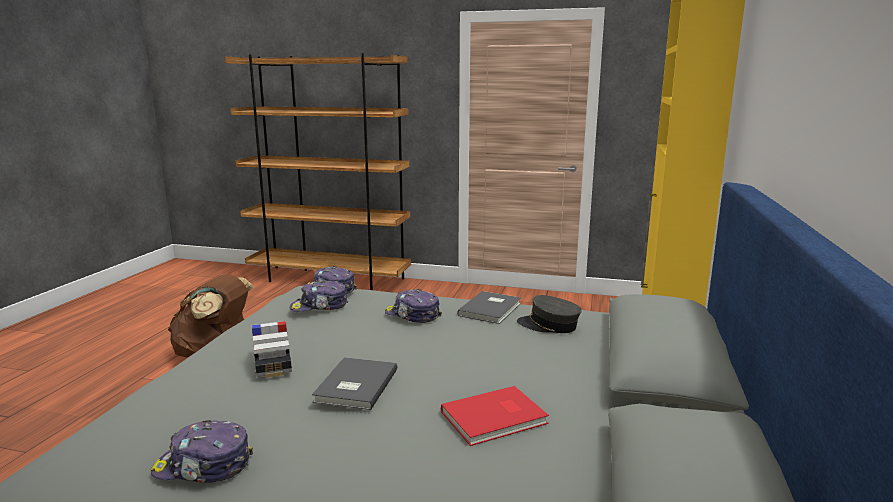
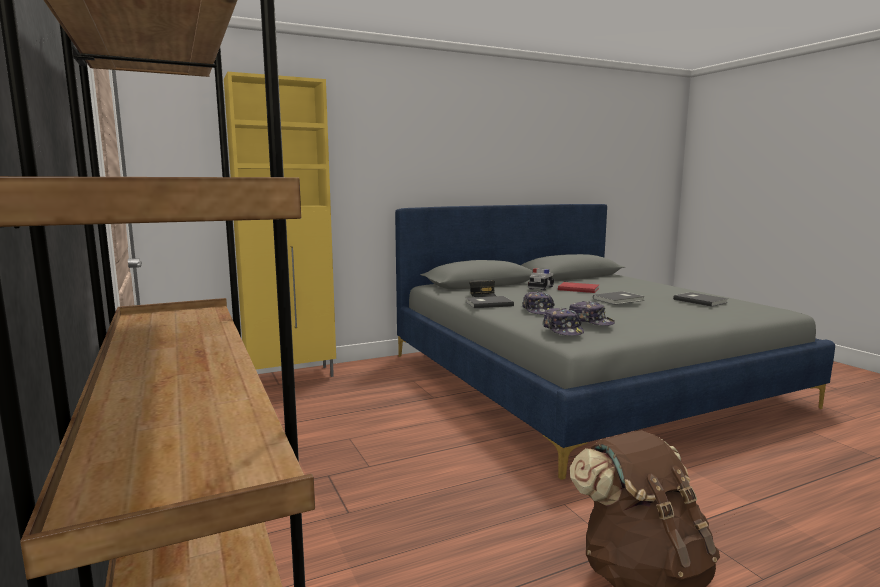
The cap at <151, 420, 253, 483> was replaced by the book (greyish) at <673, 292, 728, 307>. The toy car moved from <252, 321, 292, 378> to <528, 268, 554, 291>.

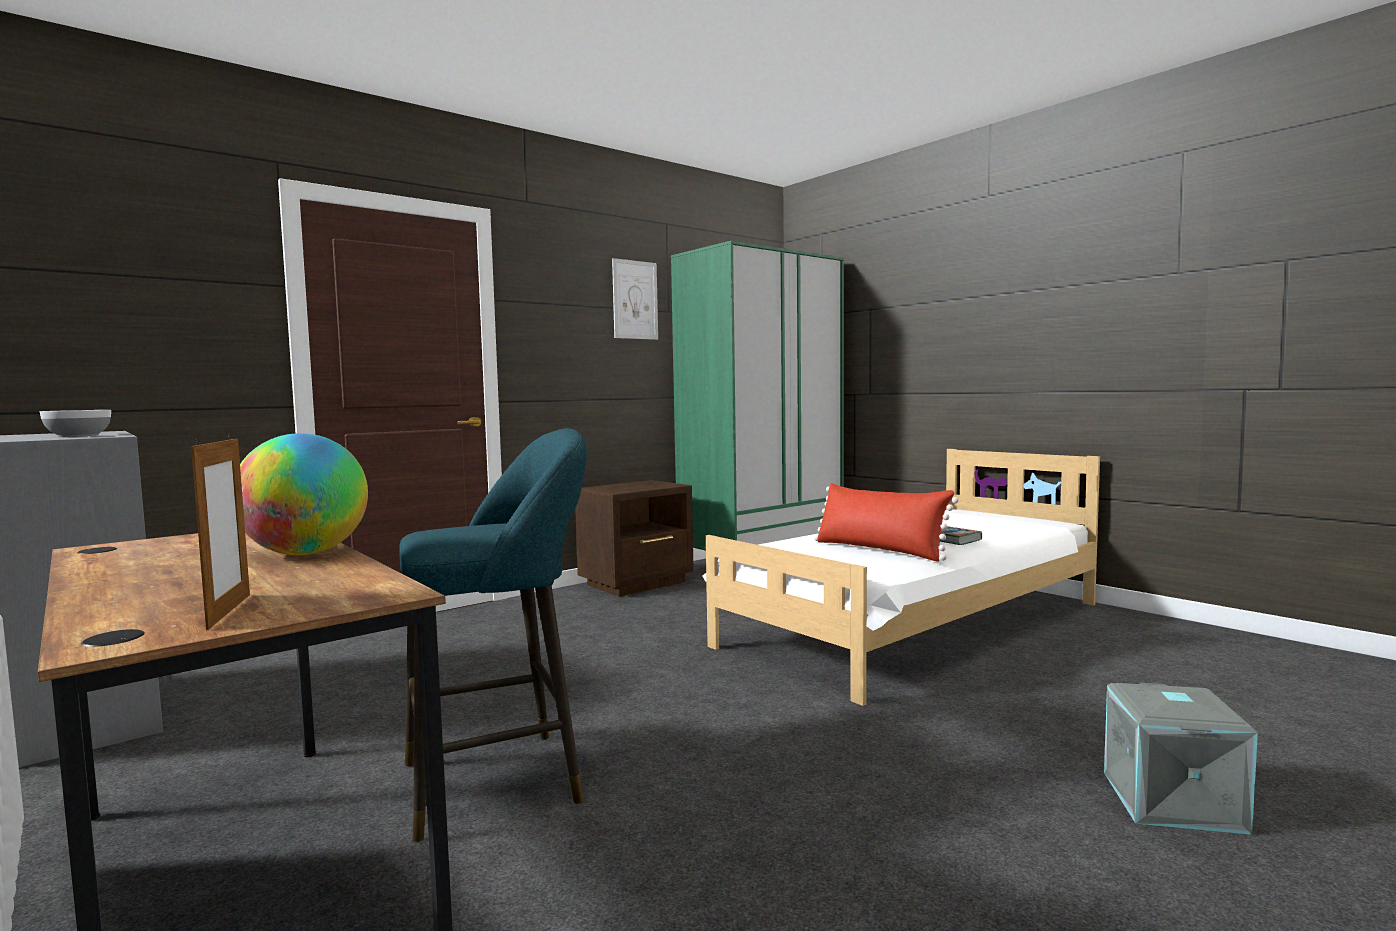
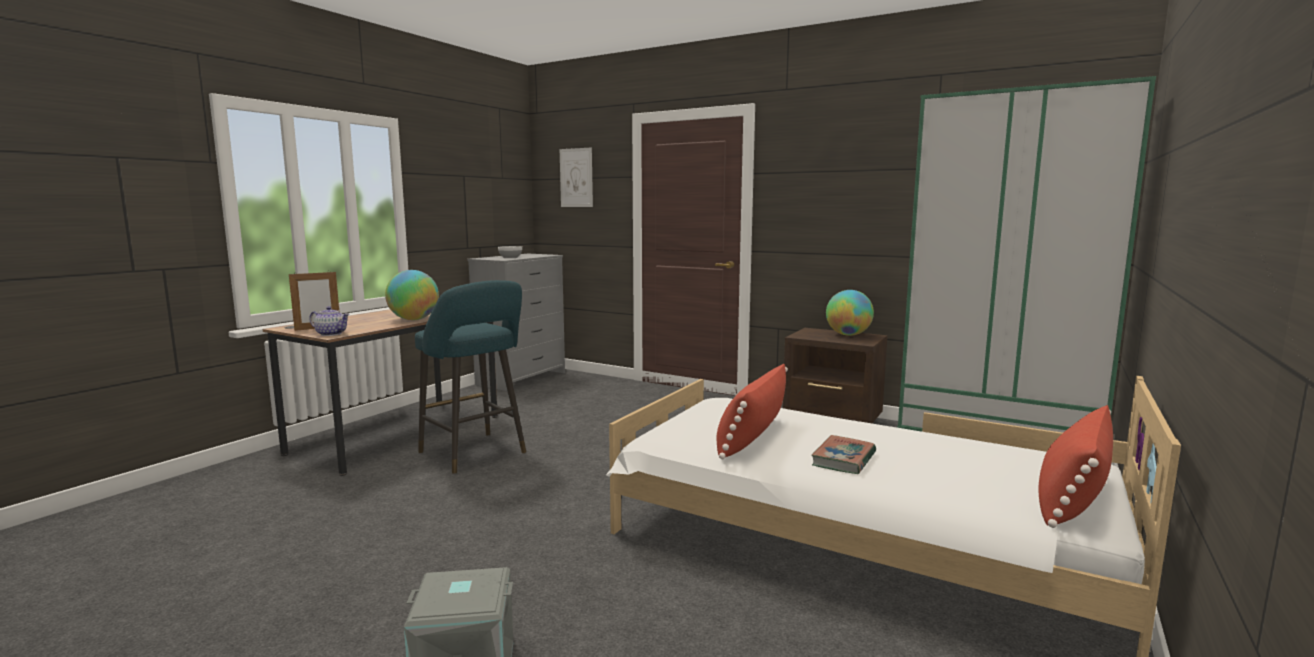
The wall art moved from <612, 258, 658, 340> to <560, 148, 593, 207>. The pot for tea at <309, 306, 350, 336> appeared. The desk globe at <826, 290, 874, 336> appeared. The pillow (red-coloured) at <1039, 405, 1113, 528> appeared.

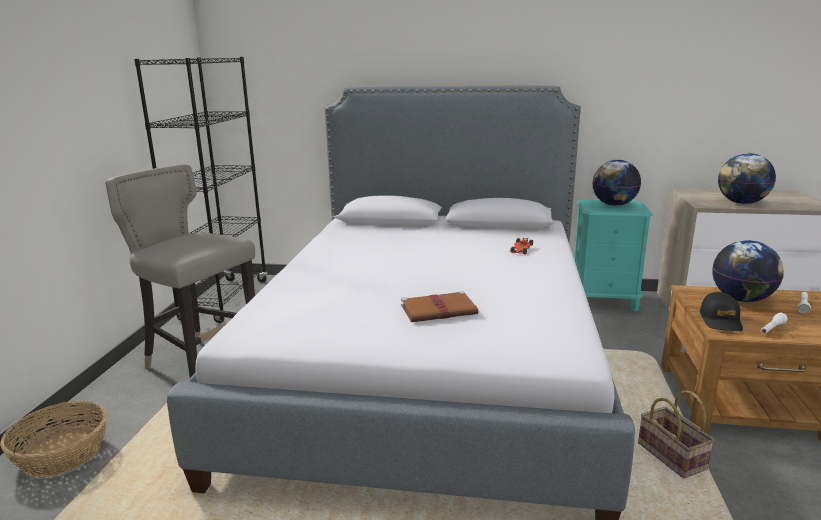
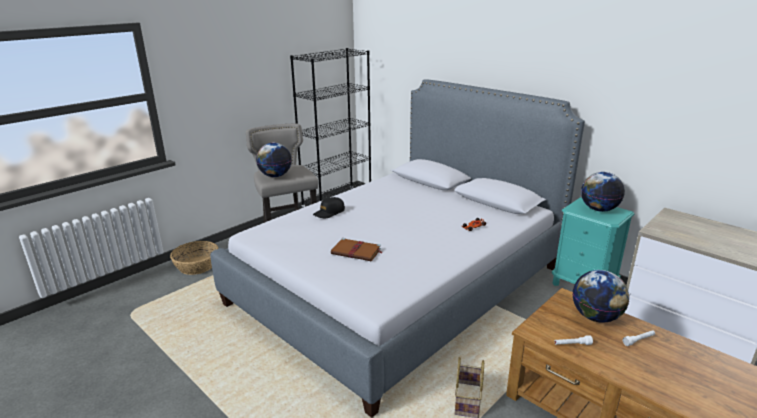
The cap (black-coloured) moved from <700, 292, 743, 331> to <313, 197, 345, 218>. The desk globe moved from <718, 153, 776, 204> to <256, 143, 292, 177>.

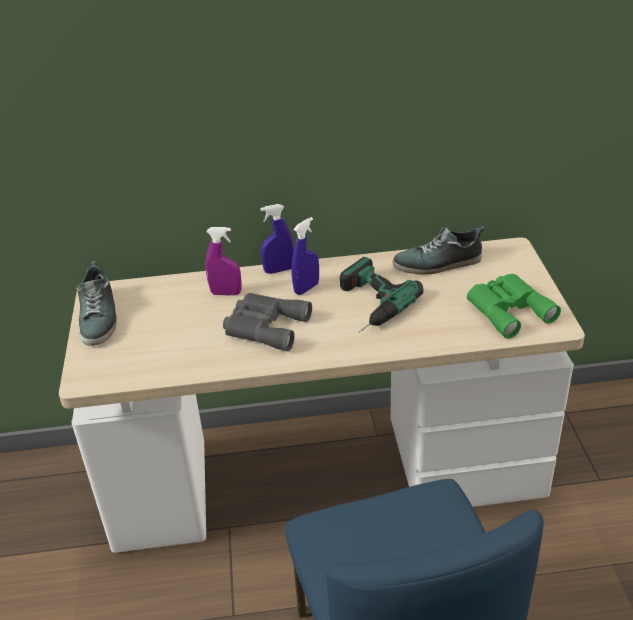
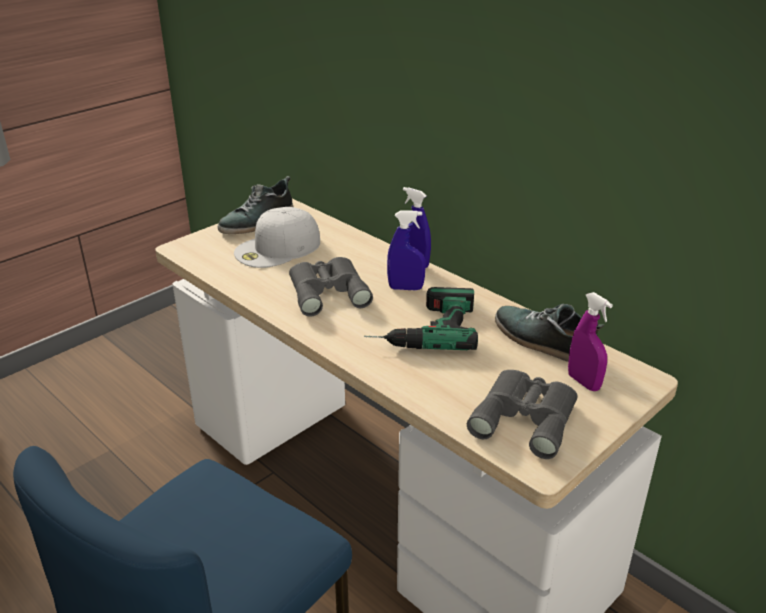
The hand sprayer (purplish) moved from <206, 227, 242, 296> to <568, 292, 613, 391>. The binoculars (greenish) at <467, 274, 561, 339> became the binoculars (greyish) at <467, 370, 578, 459>. The cap (white) at <234, 207, 320, 268> appeared.

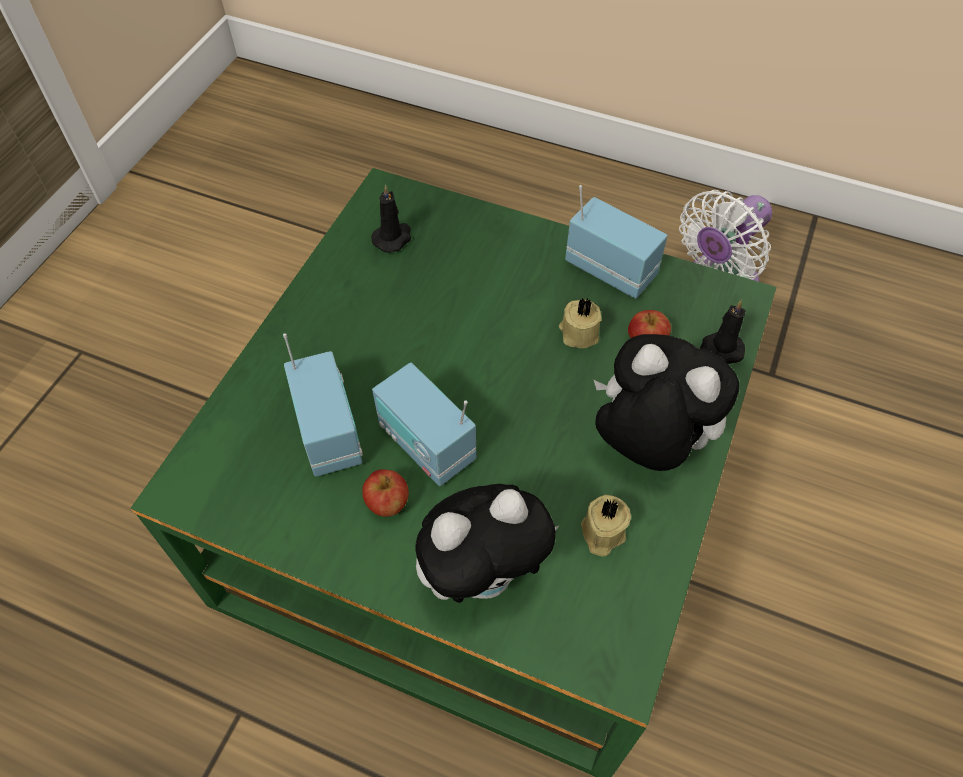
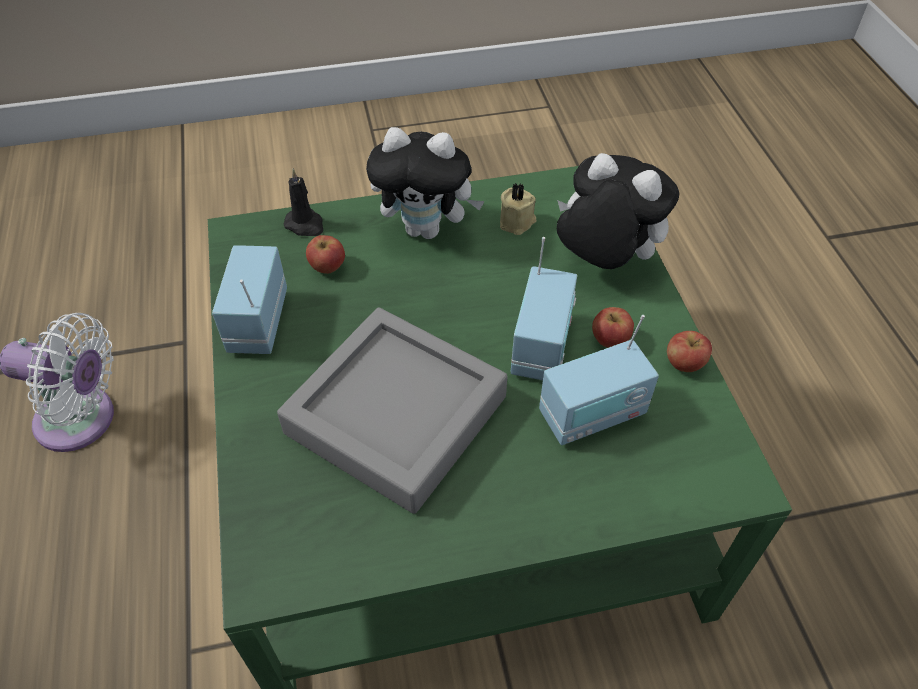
The radio set at <283, 333, 363, 477> turned 150 degrees counterclockwise. The wax candle (black-coloured) at <371, 185, 411, 253> disappeared. The wax candle (sand-coloured) at <559, 298, 602, 348> disappeared. The soft toy at <594, 334, 739, 471> turned 75 degrees counterclockwise. The serving tray (greyish) at <277, 307, 508, 514> appeared. The apple fruit at <667, 331, 712, 372> appeared.

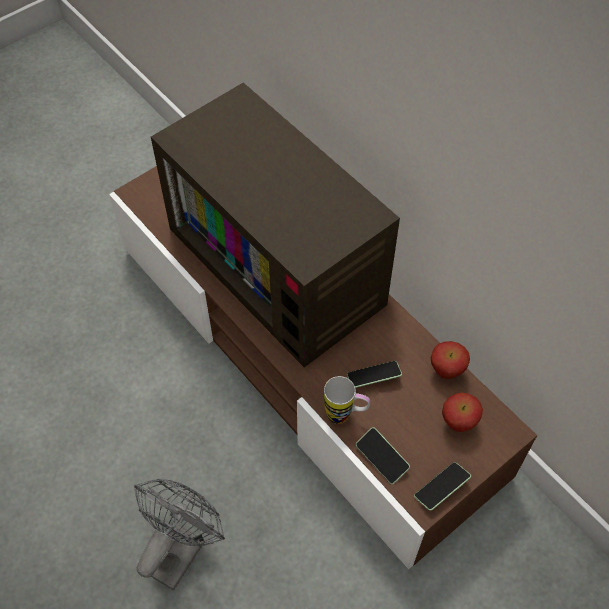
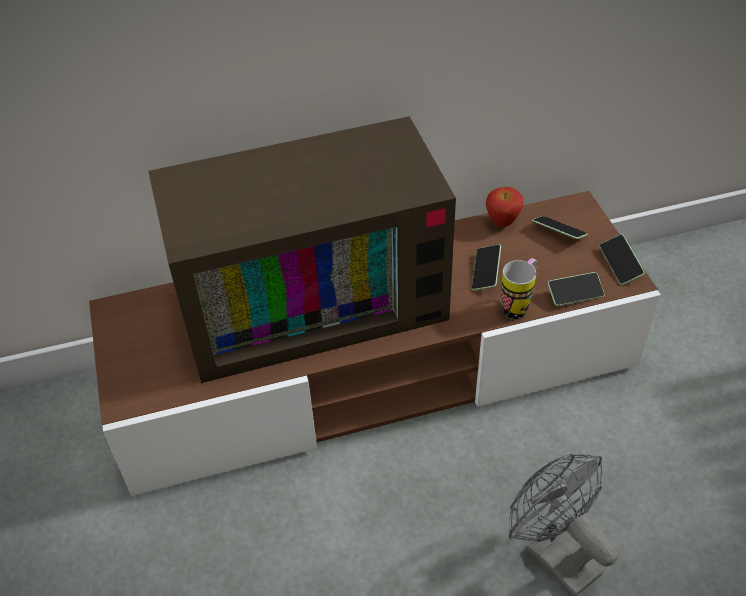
The apple fruit at <442, 392, 483, 432> was replaced by the telephone at <532, 216, 588, 239>.

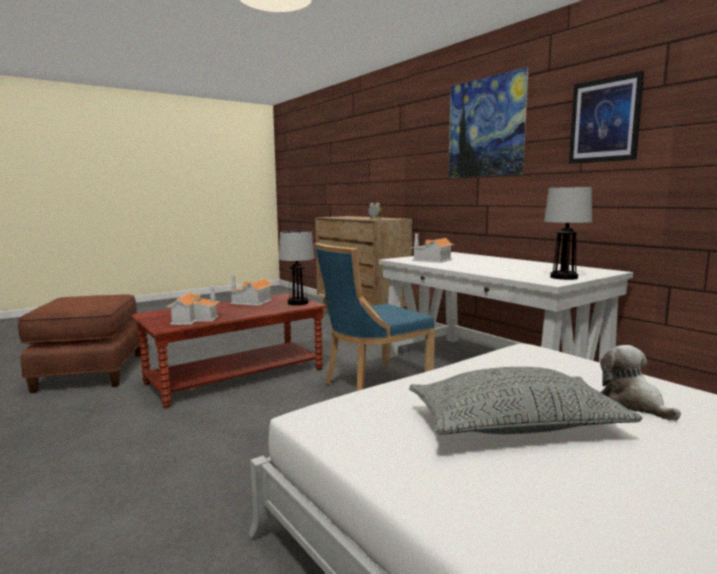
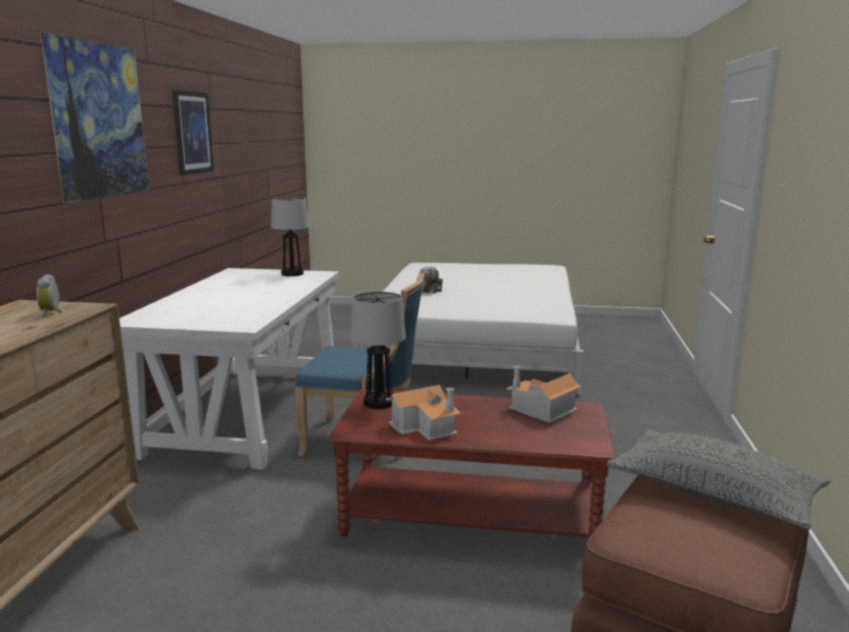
The pillow (greyish) moved from <409, 367, 642, 435> to <607, 429, 831, 529>. The toy house at <410, 233, 454, 263> disappeared.

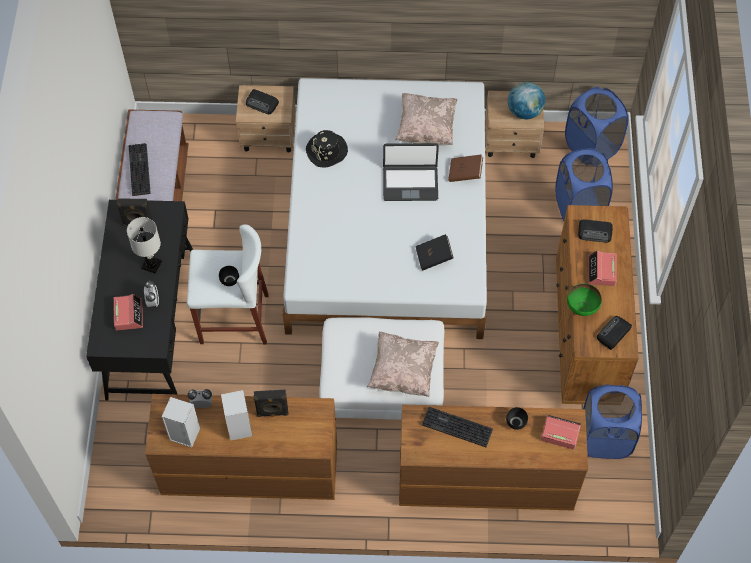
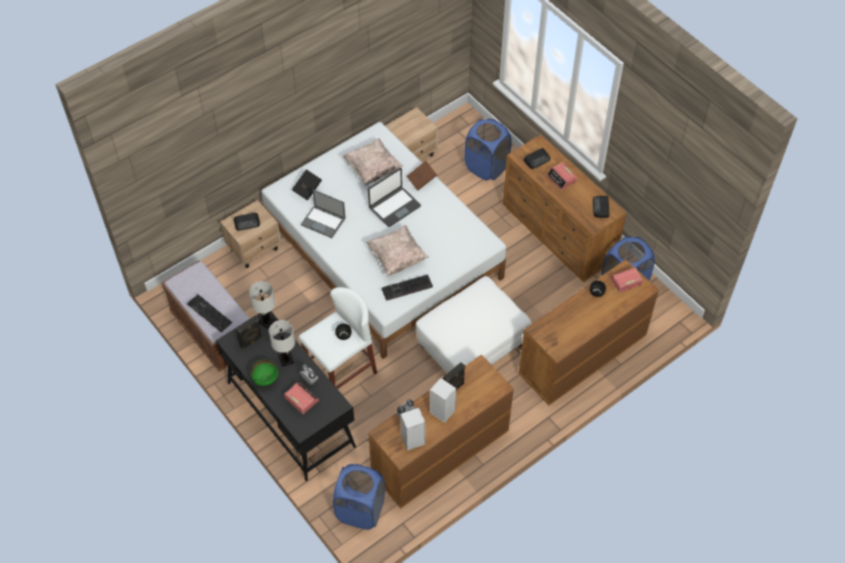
The wearable hat (black-coloured) at <306, 130, 348, 168> was replaced by the notebook computer at <301, 190, 346, 238>. The pillow (sand-coloured) moved from <367, 332, 439, 397> to <366, 225, 429, 277>. The book (black-coloured) moved from <415, 234, 453, 271> to <292, 169, 322, 201>. The computer keyboard moved from <422, 407, 493, 447> to <382, 275, 433, 301>. The desk globe at <508, 82, 545, 119> disappeared. The hamper (blue-coloured) moved from <565, 87, 628, 159> to <333, 464, 385, 530>. The deep dish (greenish) moved from <567, 283, 602, 316> to <250, 359, 278, 386>. The lamp for a table (white) at <249, 281, 275, 329> appeared.

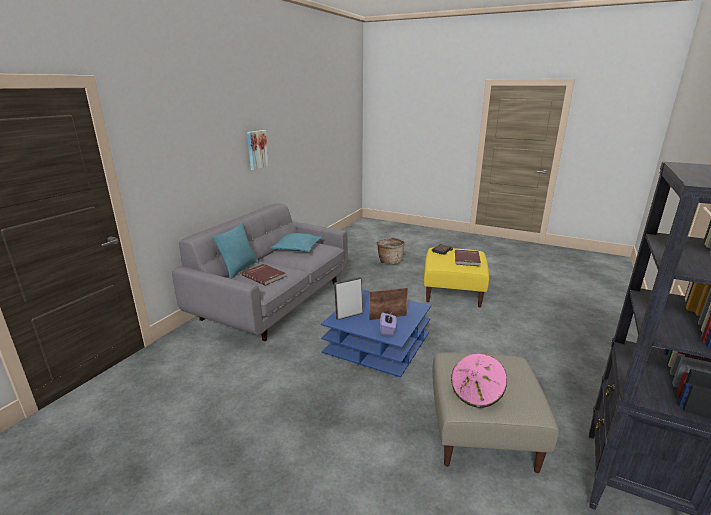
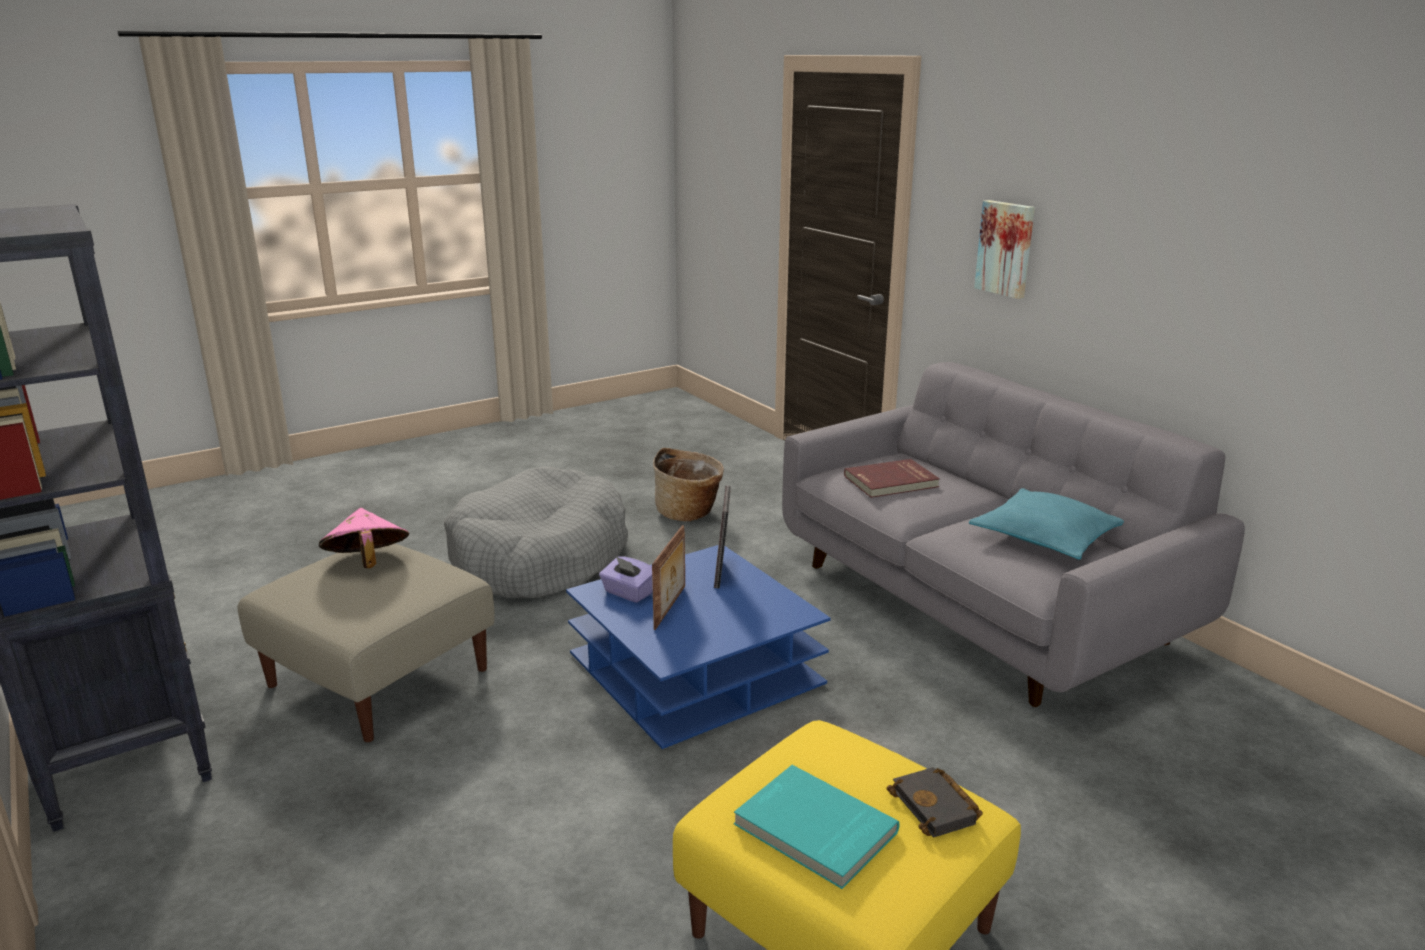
The pillow (blue-green) at <213, 222, 258, 279> disappeared. The wall art moved from <247, 130, 269, 170> to <974, 200, 1035, 299>. The storage basket moved from <377, 237, 405, 264> to <653, 448, 724, 521>. The book (red-coloured) at <455, 250, 481, 266> became the book (blue-green) at <734, 765, 900, 889>. The dog cushion (greyish) at <444, 466, 628, 598> appeared.

